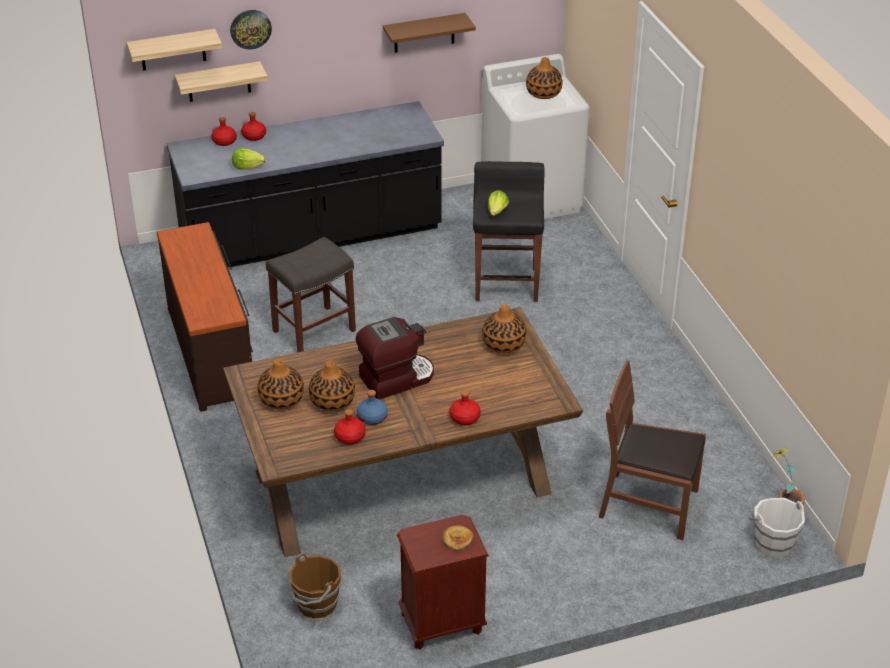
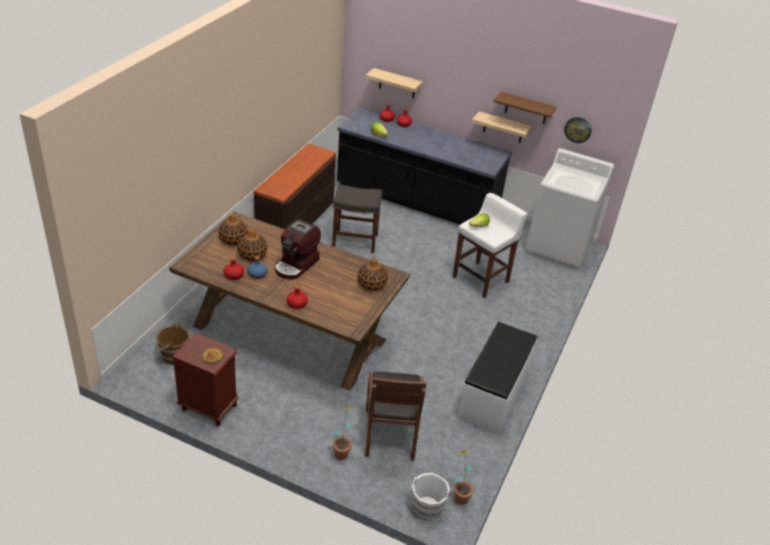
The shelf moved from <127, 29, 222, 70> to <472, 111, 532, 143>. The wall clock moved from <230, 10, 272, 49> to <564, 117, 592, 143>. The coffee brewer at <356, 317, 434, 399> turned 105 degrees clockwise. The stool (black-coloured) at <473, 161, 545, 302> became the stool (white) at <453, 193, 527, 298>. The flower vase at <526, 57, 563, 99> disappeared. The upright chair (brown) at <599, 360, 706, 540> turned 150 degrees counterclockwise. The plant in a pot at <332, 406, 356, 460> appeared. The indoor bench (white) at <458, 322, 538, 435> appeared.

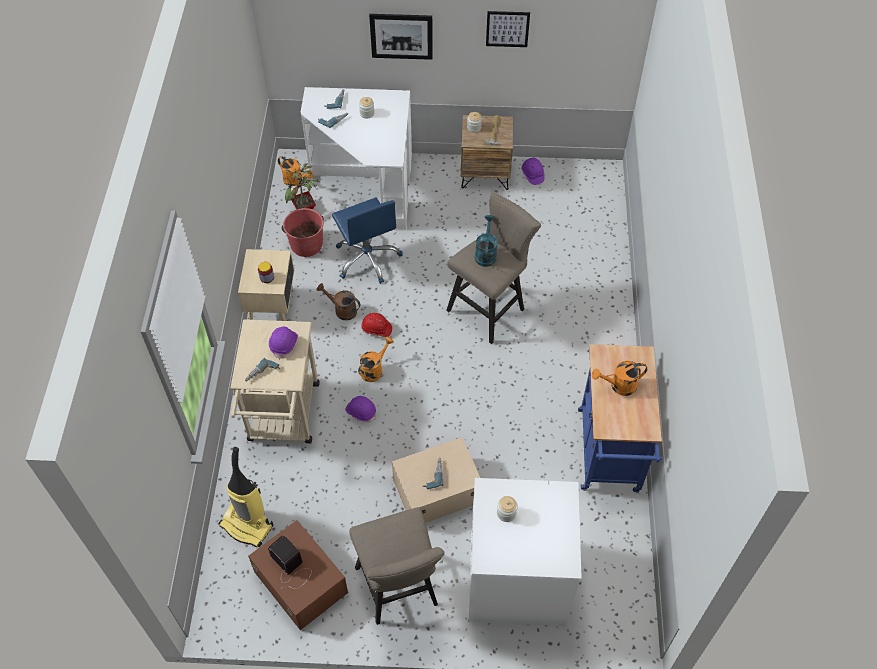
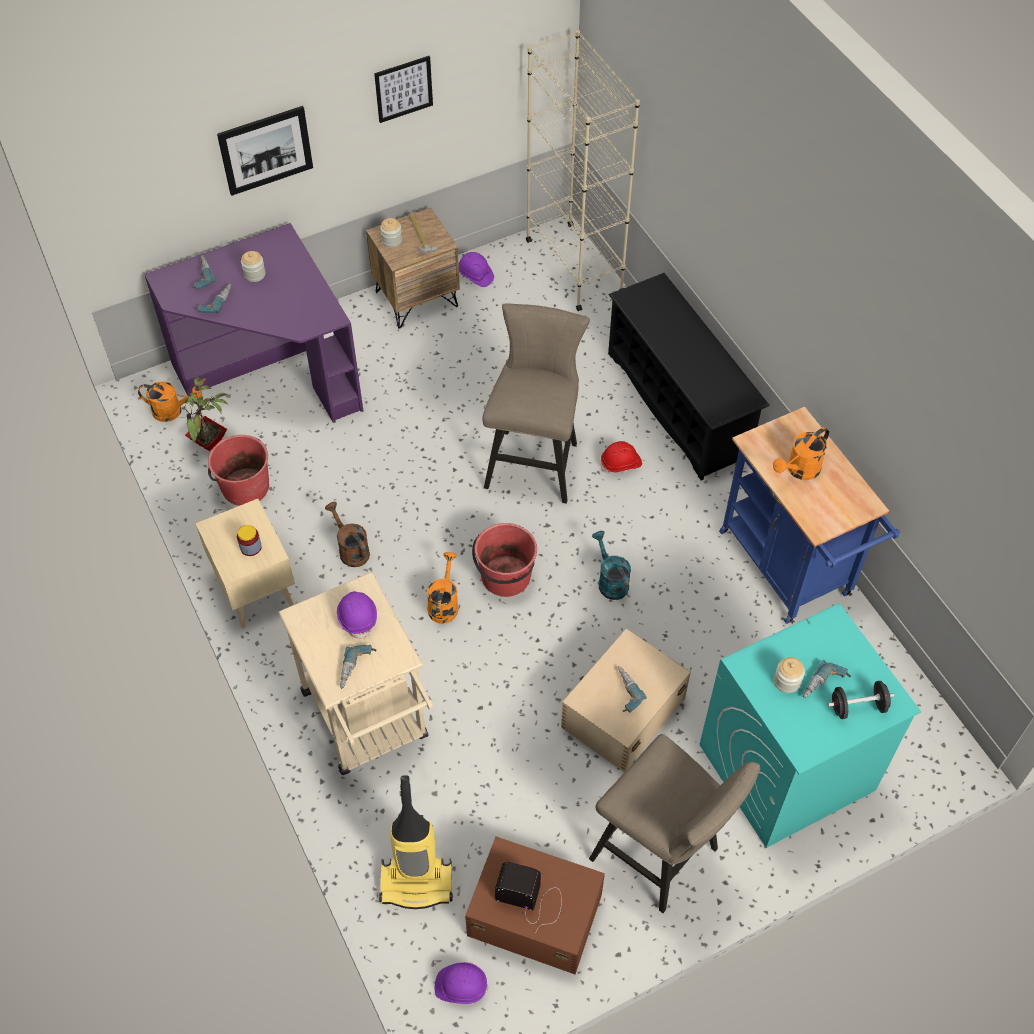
The desk table (white) at <301, 87, 412, 230> became the desk table (purplish) at <144, 223, 363, 423>. The watering pot (brown) at <317, 283, 360, 320> turned 60 degrees clockwise. The computer chair (blue-coloured) at <332, 197, 403, 284> disappeared. The work helmet (purplish) moved from <345, 396, 376, 422> to <435, 962, 488, 1004>. The work helmet (red-coloured) moved from <362, 313, 392, 337> to <601, 441, 642, 474>. The laundry machine (white) at <469, 478, 582, 626> became the laundry machine (blue-green) at <700, 603, 921, 848>. The watering pot (blue-green) moved from <475, 215, 498, 267> to <592, 531, 631, 600>. The bucket (red-coloured) at <472, 523, 537, 597> appeared. The bookshelf (sand-coloured) at <526, 30, 640, 311> appeared. The shoe rack (black-coloured) at <608, 273, 770, 481> appeared. The drill at <803, 660, 851, 699> appeared. The dumbbell (black-coloured) at <828, 681, 894, 719> appeared.

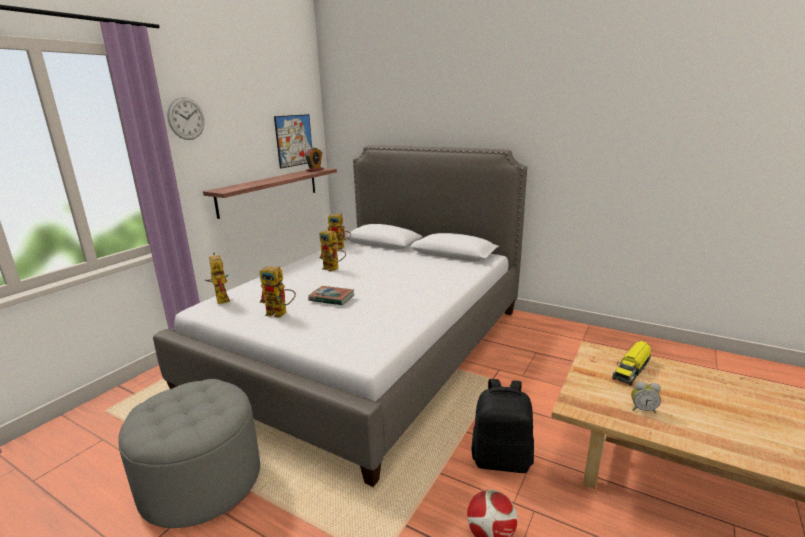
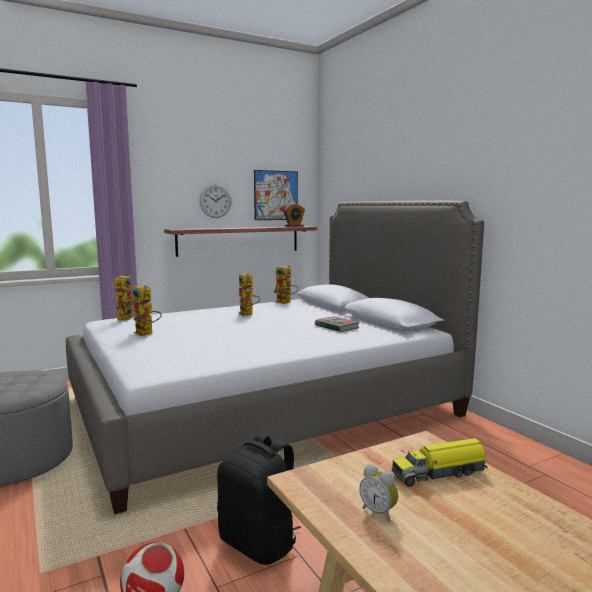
The wall clock moved from <167, 97, 205, 140> to <199, 184, 231, 218>. The book moved from <308, 286, 354, 305> to <315, 316, 360, 332>.

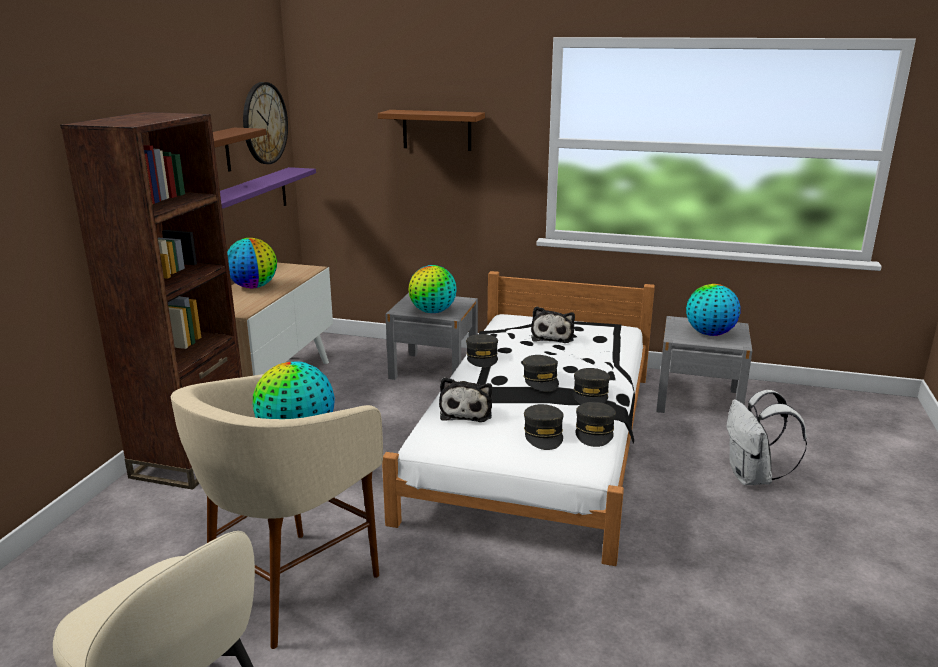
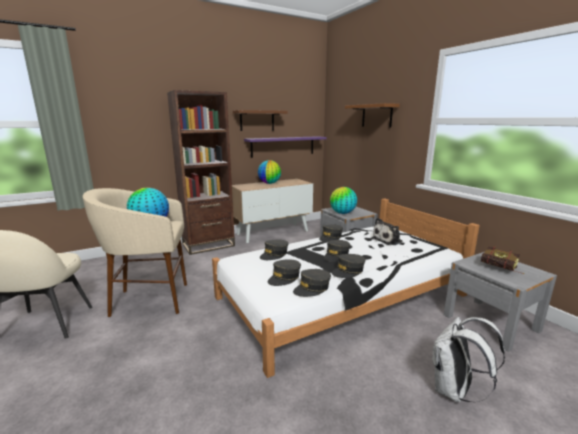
The wall clock at <243, 82, 288, 164> disappeared. The soft toy at <439, 377, 492, 422> was replaced by the cap (greyish) at <260, 240, 289, 260>. The desk globe at <686, 284, 741, 336> was replaced by the book at <481, 246, 525, 274>.

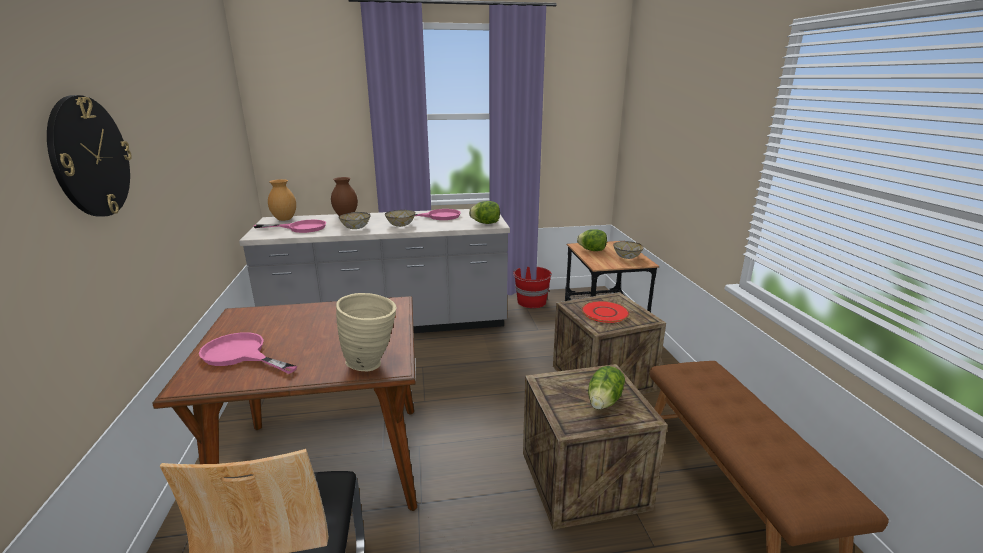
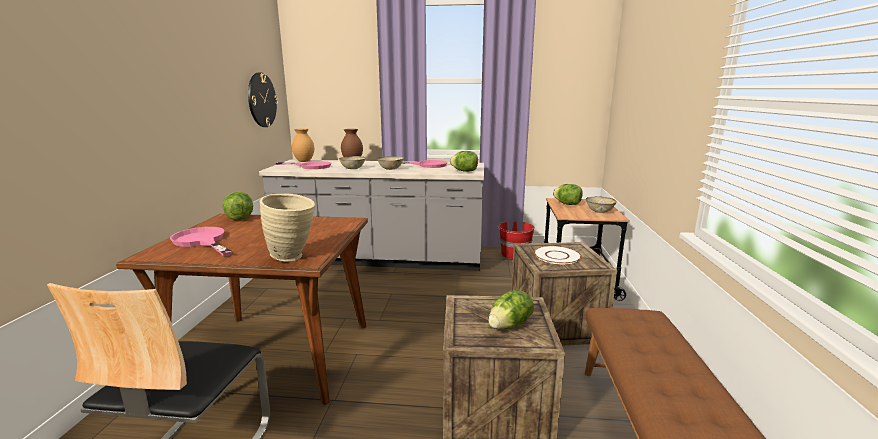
The wall clock moved from <47, 95, 132, 217> to <248, 72, 278, 127>. The dinner plate (red-coloured) at <582, 301, 629, 323> became the dinner plate (white) at <534, 246, 582, 264>. The lettuce head at <223, 192, 253, 220> appeared.

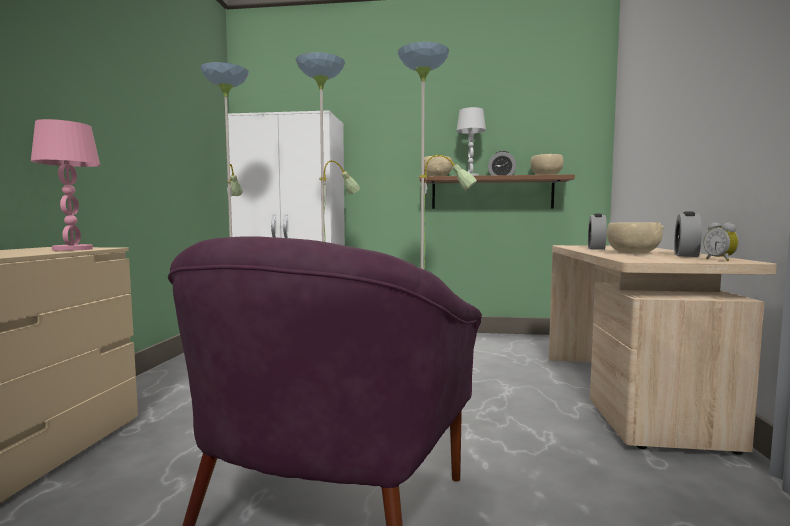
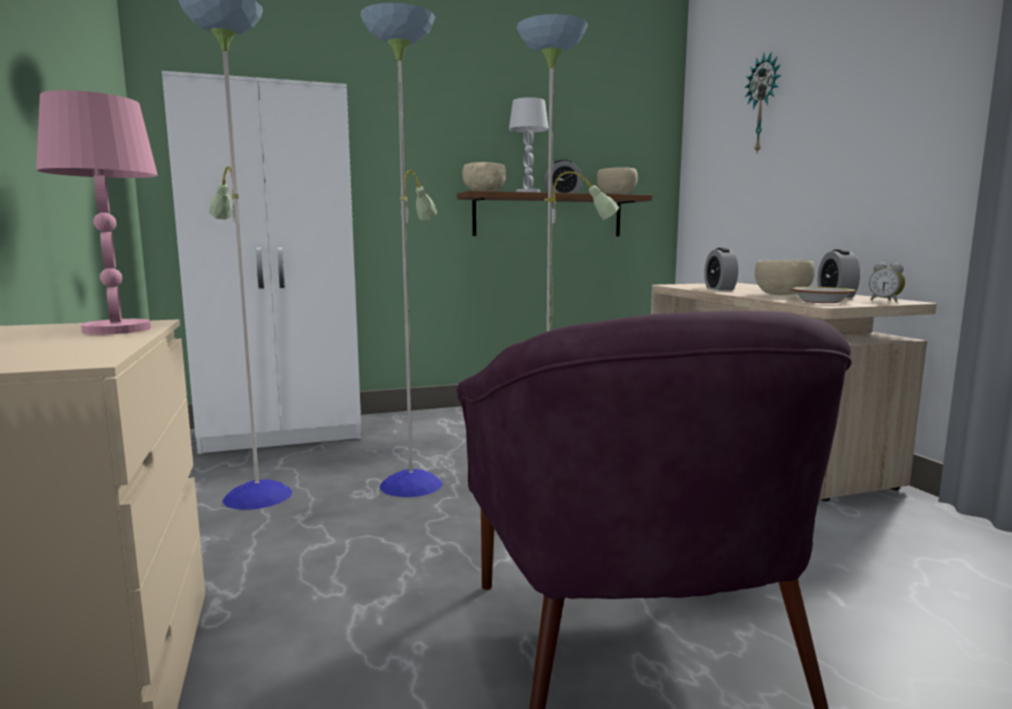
The wall clock at <744, 53, 781, 153> appeared. The deep dish at <790, 287, 856, 303> appeared.

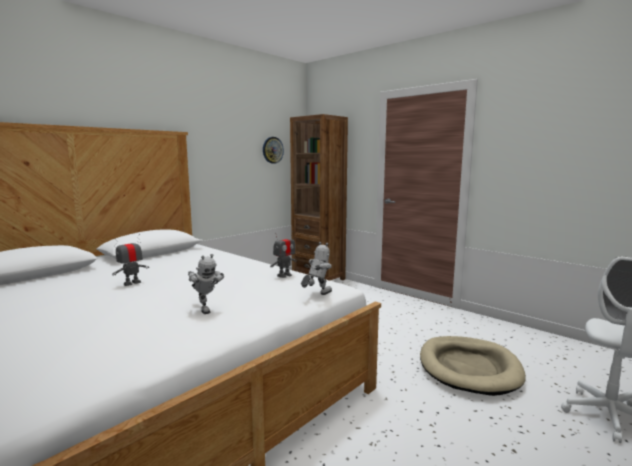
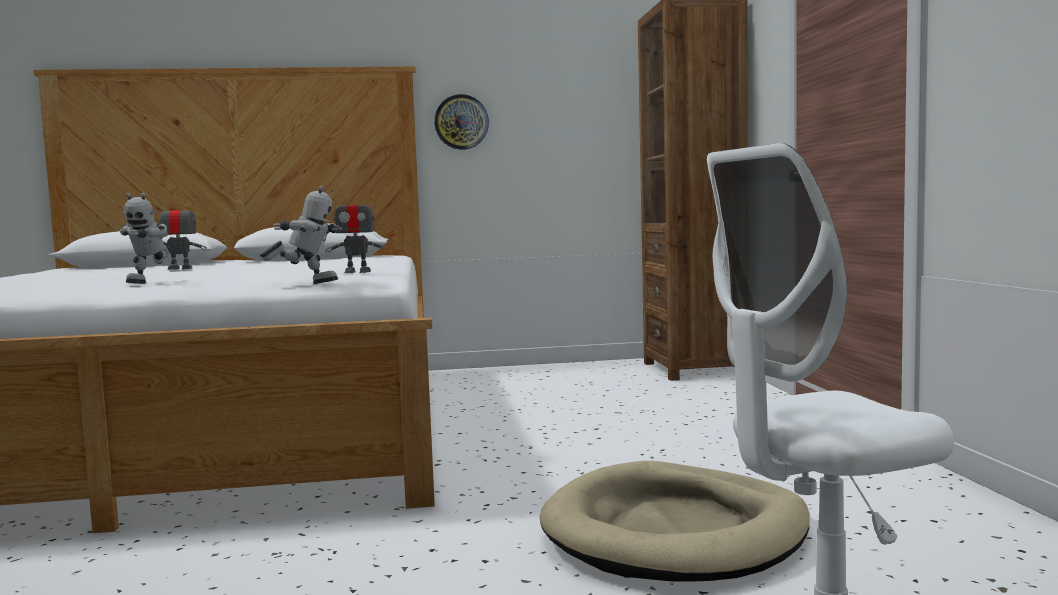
The wall clock moved from <263, 137, 284, 164> to <434, 94, 489, 150>.

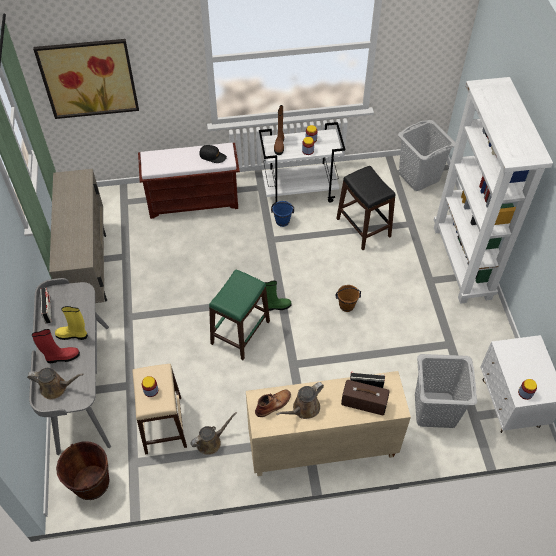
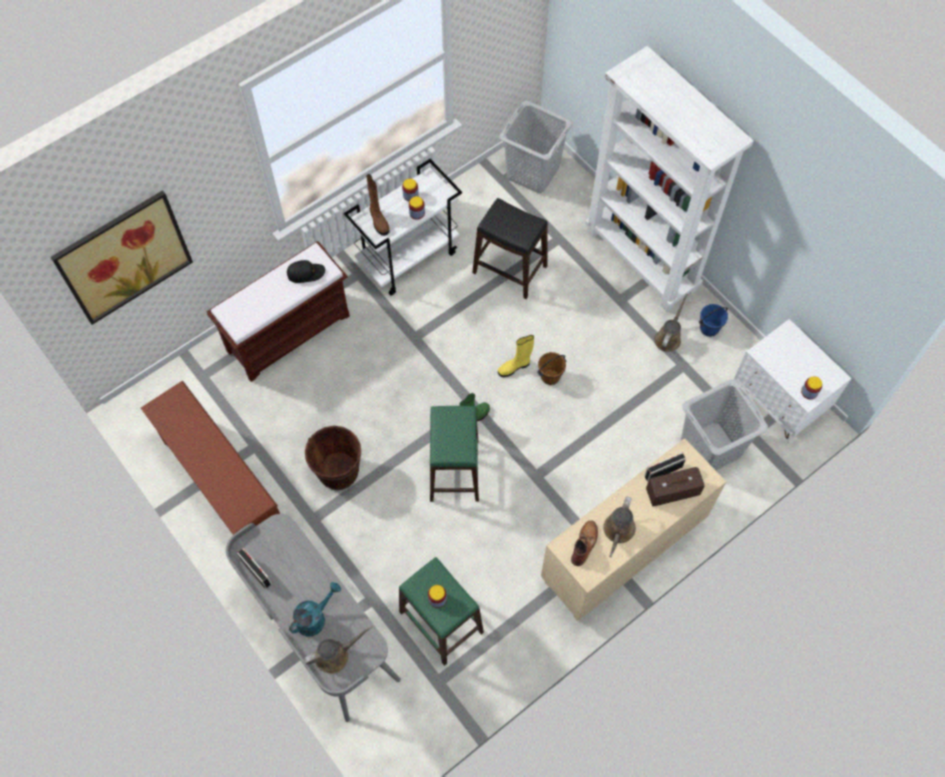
The boot (red-coloured) at <32, 329, 80, 363> was replaced by the watering pot (blue-green) at <289, 582, 341, 636>. The cupboard (sand-coloured) at <49, 169, 107, 303> was replaced by the shoe rack (brown) at <141, 380, 280, 535>. The boot (yellow-coloured) moved from <55, 306, 88, 340> to <498, 335, 534, 377>. The bucket (brown) moved from <56, 441, 110, 500> to <305, 426, 361, 490>. The stool (sand-coloured) at <132, 364, 187, 455> became the stool (greenish) at <399, 557, 484, 666>. The watering pot (brown) moved from <190, 412, 237, 454> to <654, 294, 688, 352>. The bucket (blue-coloured) moved from <271, 201, 294, 227> to <699, 304, 728, 337>.

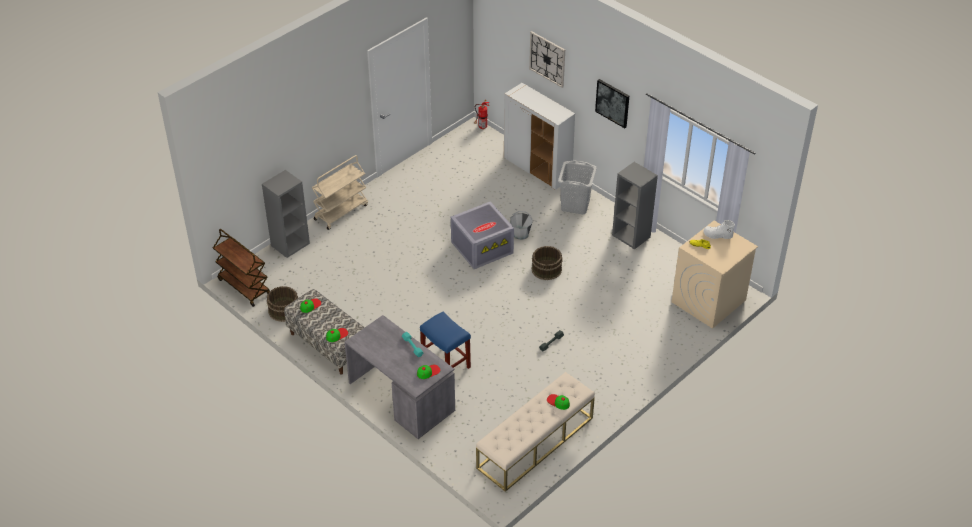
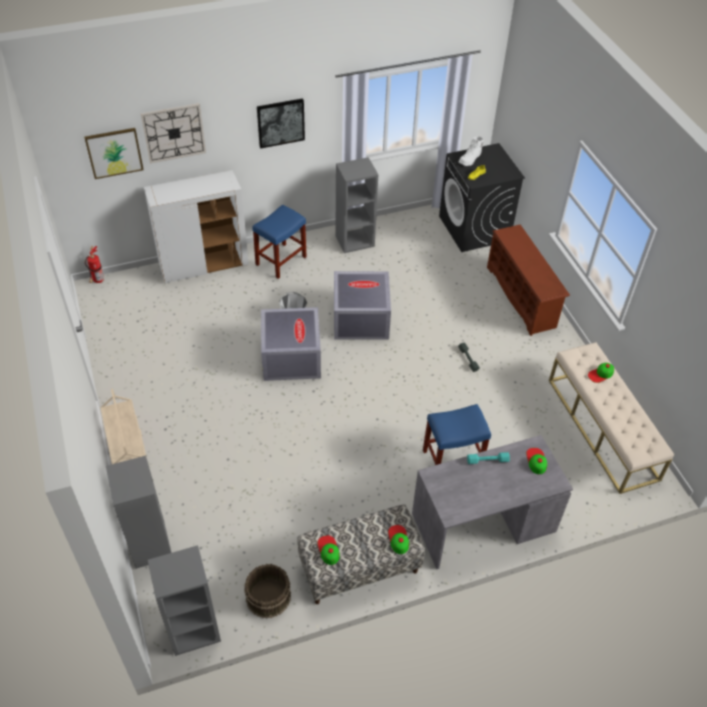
The trolley (brown) at <213, 229, 270, 307> was replaced by the bookshelf (greyish) at <148, 545, 221, 656>. The bucket (brown) at <532, 246, 563, 280> was replaced by the storage bin (greyish) at <334, 271, 391, 340>. The hamper (greyish) at <558, 160, 597, 214> was replaced by the stool (blue-coloured) at <252, 205, 307, 279>. The laundry machine (sand-coloured) at <672, 221, 758, 329> became the laundry machine (black-coloured) at <439, 143, 525, 252>. The wall art at <84, 128, 144, 179> appeared. The shoe rack (brown) at <487, 225, 570, 336> appeared.

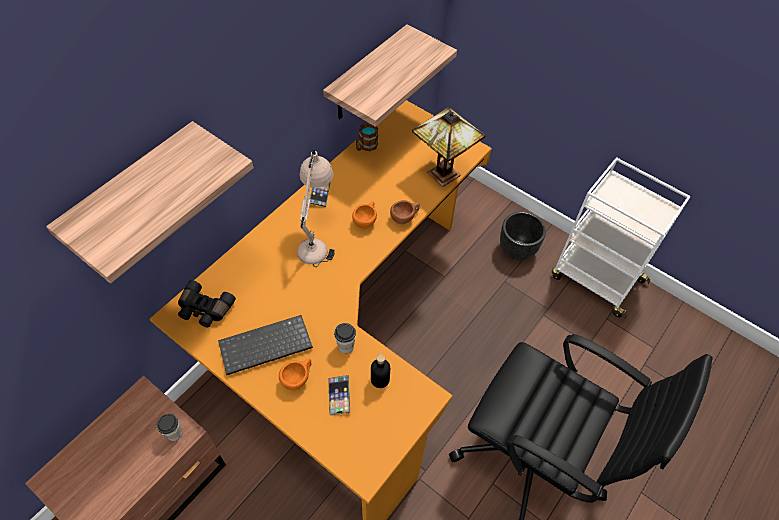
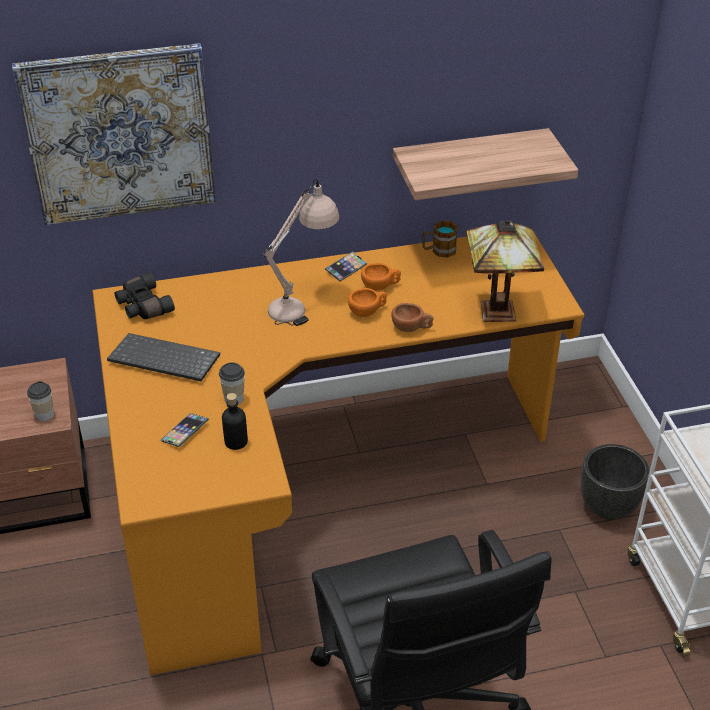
The shelf at <46, 121, 254, 283> was replaced by the wall art at <12, 43, 216, 225>. The drinking cup (orange-coloured) moved from <279, 359, 311, 390> to <361, 263, 401, 291>.

